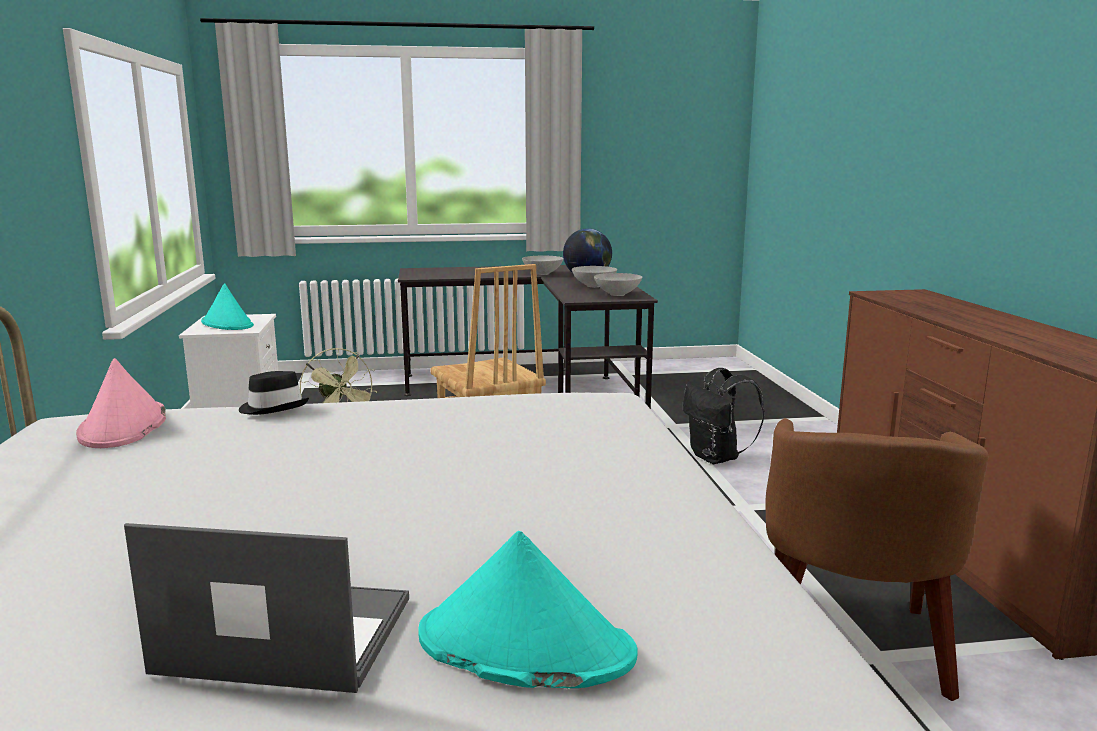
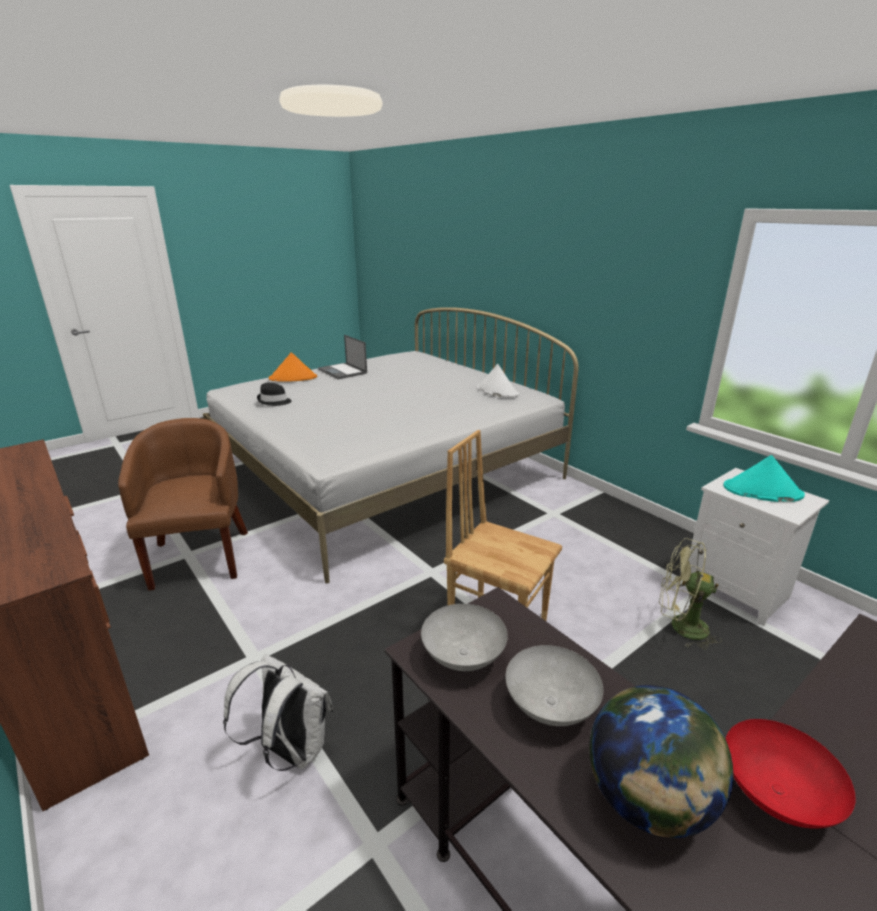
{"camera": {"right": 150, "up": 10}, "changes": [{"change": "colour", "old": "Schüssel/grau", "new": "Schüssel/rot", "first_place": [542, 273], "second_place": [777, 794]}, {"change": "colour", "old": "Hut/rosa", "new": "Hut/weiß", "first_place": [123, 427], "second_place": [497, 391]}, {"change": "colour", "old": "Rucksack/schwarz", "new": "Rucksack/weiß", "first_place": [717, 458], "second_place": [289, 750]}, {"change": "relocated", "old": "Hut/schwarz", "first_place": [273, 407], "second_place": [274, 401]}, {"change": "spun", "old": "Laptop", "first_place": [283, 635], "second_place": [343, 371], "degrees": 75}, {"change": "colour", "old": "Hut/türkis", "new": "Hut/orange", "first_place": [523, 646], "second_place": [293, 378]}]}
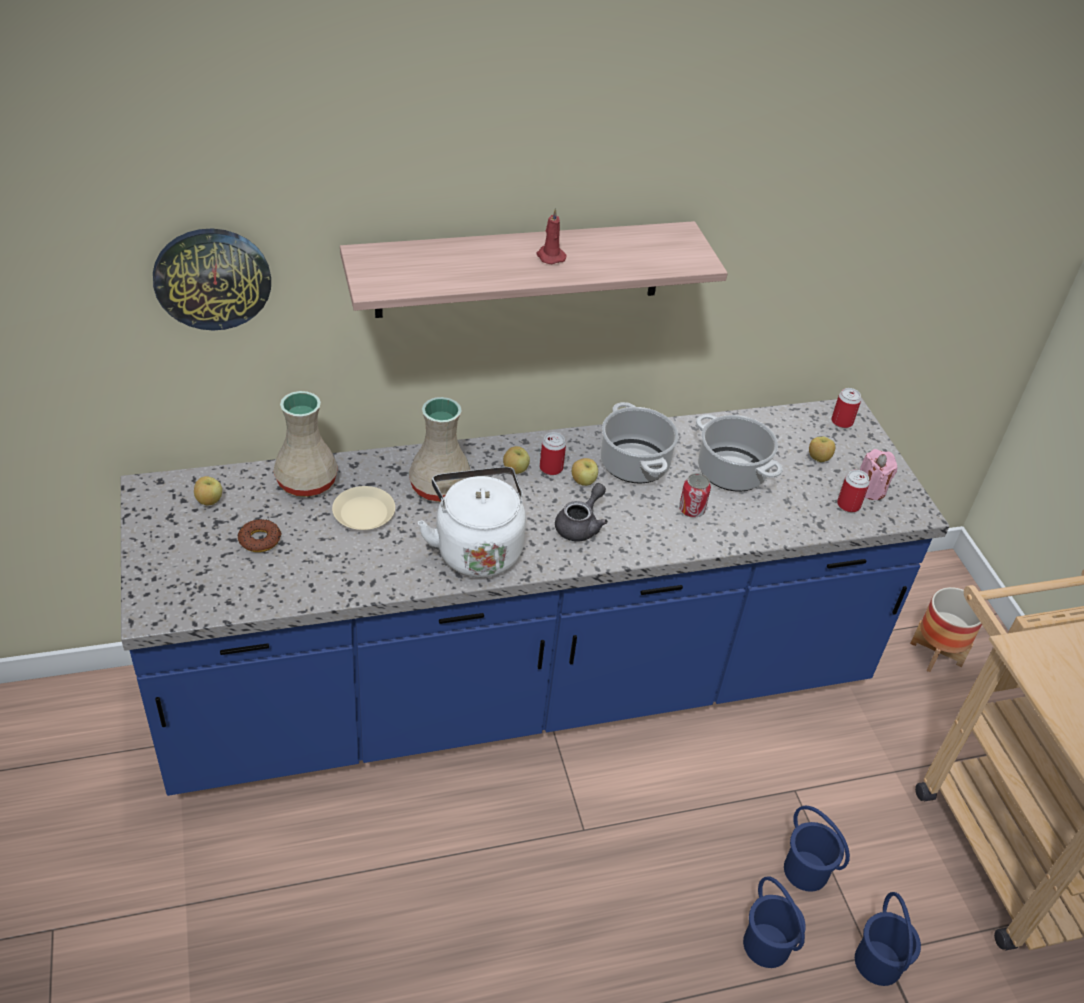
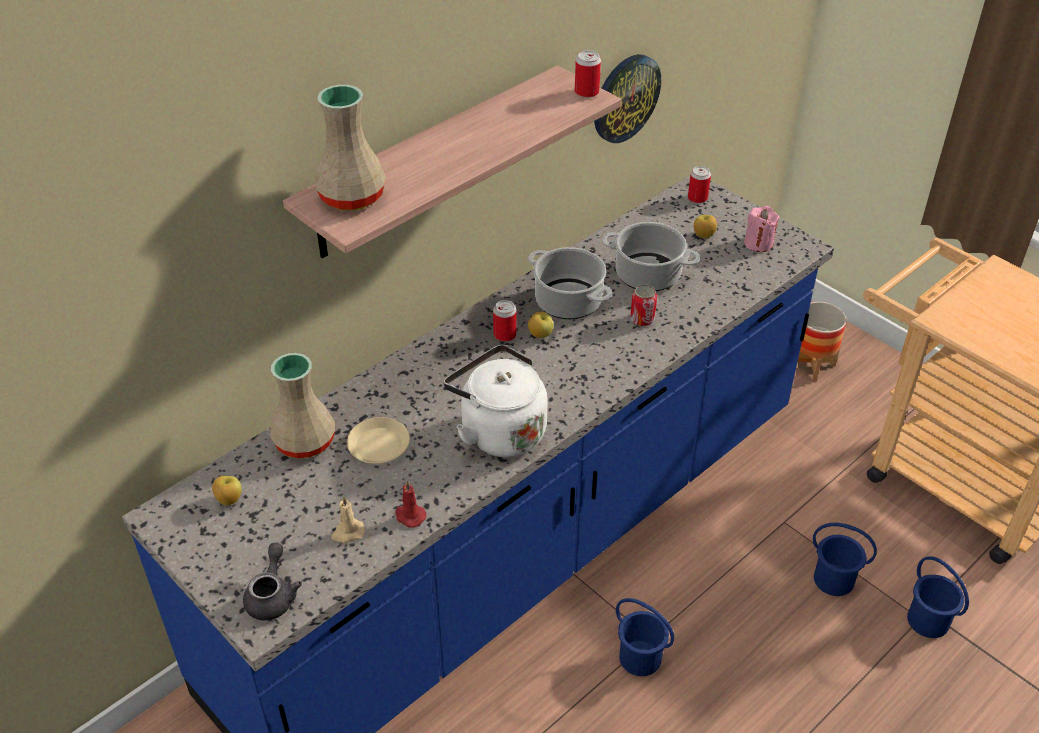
{"camera": {"right": -25, "up": 0}, "changes": [{"change": "relocated", "old": "Kerze/rot", "first_place": [550, 256], "second_place": [409, 516]}, {"change": "relocated", "old": "Wanduhr", "first_place": [212, 278], "second_place": [625, 98]}, {"change": "relocated", "old": "Vase/beige", "first_place": [441, 487], "second_place": [353, 196]}, {"change": "missing", "old": "Apfel", "first_place": [515, 470]}, {"change": "relocated", "old": "Dose", "first_place": [848, 505], "second_place": [586, 92]}, {"change": "relocated", "old": "Teekanne/grau", "first_place": [581, 525], "second_place": [273, 595]}, {"change": "missing", "old": "Donut", "first_place": [260, 539]}, {"change": "relocated", "old": "Eimer/blau", "first_place": [766, 945], "second_place": [640, 658]}, {"change": "appeared", "new": "Kerze/beige", "second_place": [348, 532]}]}
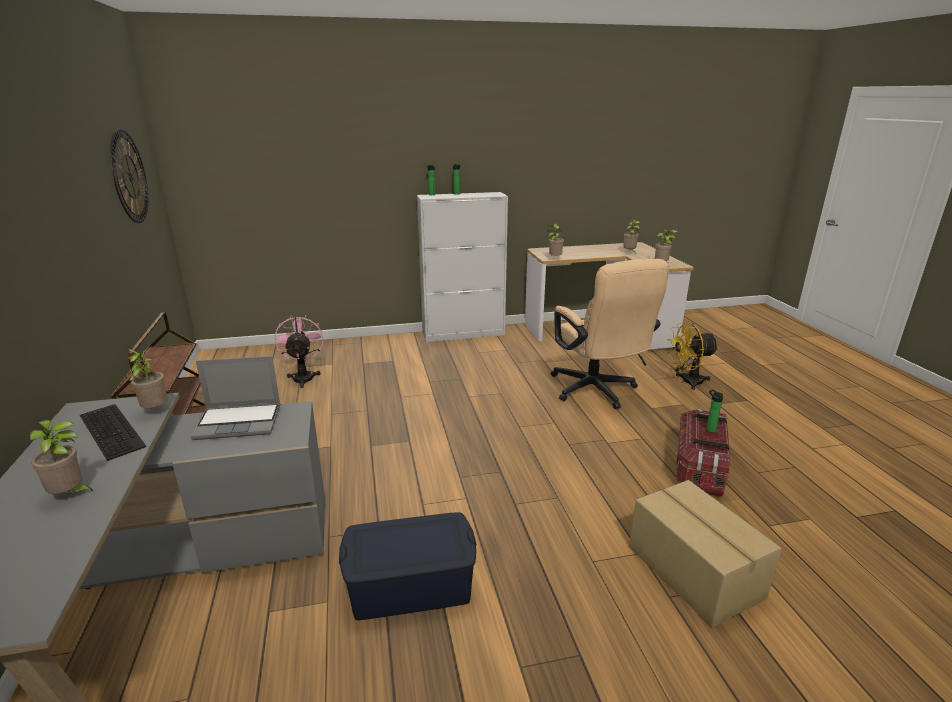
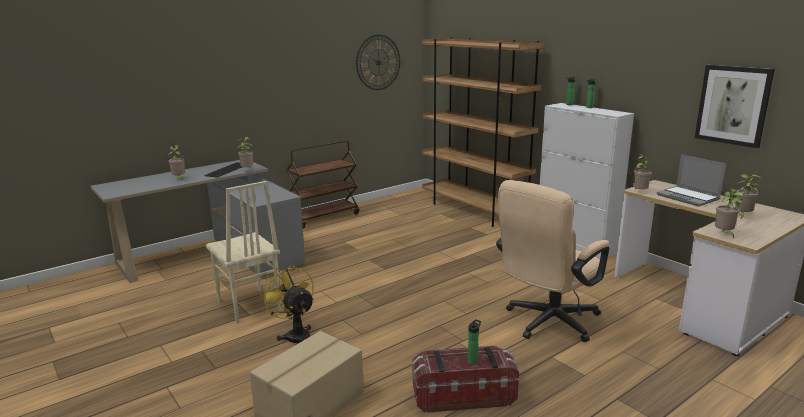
{"camera": {"right": 65, "up": -5}, "changes": [{"change": "missing", "old": "Ventilator/rosa", "first_place": [303, 376]}, {"change": "relocated", "old": "Ventilator/gelb", "first_place": [687, 382], "second_place": [295, 335]}, {"change": "relocated", "old": "Laptop", "first_place": [240, 422], "second_place": [689, 197]}, {"change": "exchanged", "old": "Aufbewahrungsbox/blau", "new": "Stuhl/beige", "first_place": [411, 586], "second_place": [248, 306]}, {"change": "appeared", "new": "Bücherregal/braun", "second_place": [474, 211]}, {"change": "appeared", "new": "Bild", "second_place": [733, 105]}]}
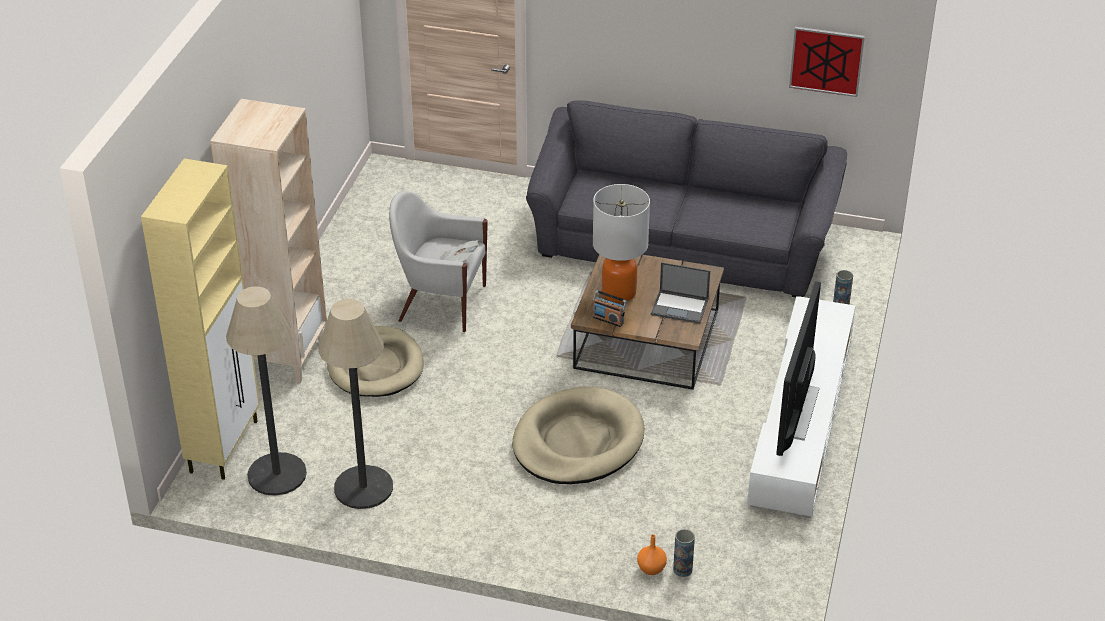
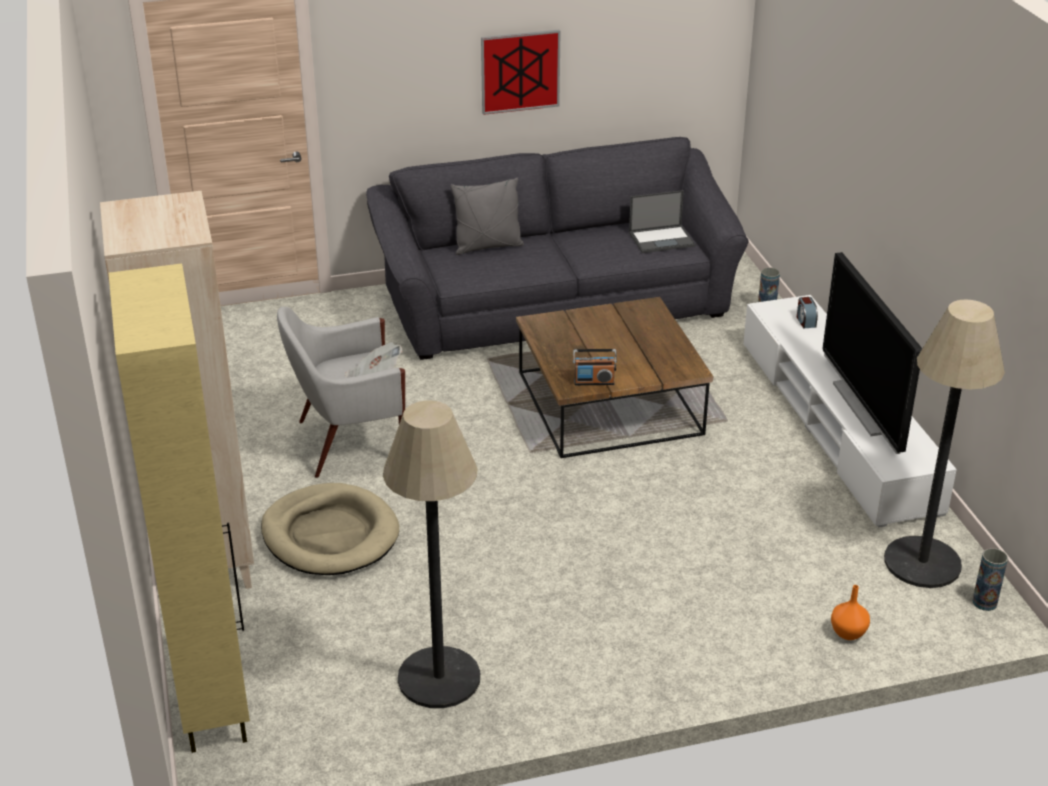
{"camera": {"right": -30, "up": -5}, "changes": [{"change": "relocated", "old": "Bild", "first_place": [826, 61], "second_place": [520, 71]}, {"change": "missing", "old": "Tischlampe", "first_place": [619, 293]}, {"change": "relocated", "old": "Laptop", "first_place": [680, 307], "second_place": [662, 239]}, {"change": "relocated", "old": "Stehlampe", "first_place": [277, 474], "second_place": [922, 563]}, {"change": "missing", "old": "Hundebett/beige", "first_place": [578, 441]}, {"change": "relocated", "old": "Vase", "first_place": [682, 569], "second_place": [984, 602]}, {"change": "appeared", "new": "Kissen/grau", "second_place": [487, 246]}, {"change": "appeared", "new": "Wecker", "second_place": [805, 321]}]}
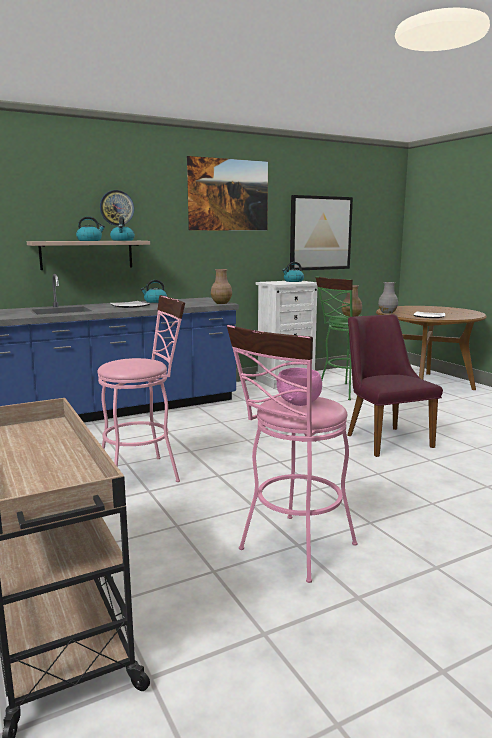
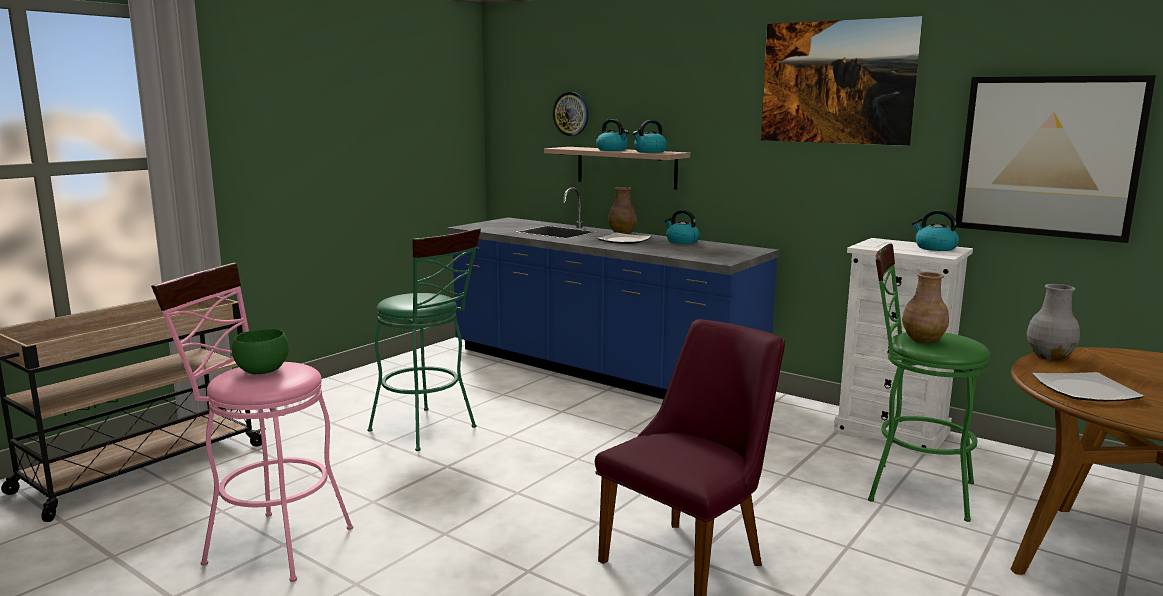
{"camera": {"right": 65, "up": 0}, "changes": [{"change": "relocated", "old": "Wanduhr", "first_place": [116, 208], "second_place": [571, 114]}, {"change": "relocated", "old": "Vase/braun", "first_place": [221, 303], "second_place": [622, 232]}, {"change": "colour", "old": "Hocker/rosa", "new": "Hocker/grün", "first_place": [145, 473], "second_place": [428, 431]}, {"change": "colour", "old": "Schüssel/rosa", "new": "Schüssel/grün", "first_place": [299, 403], "second_place": [263, 371]}]}
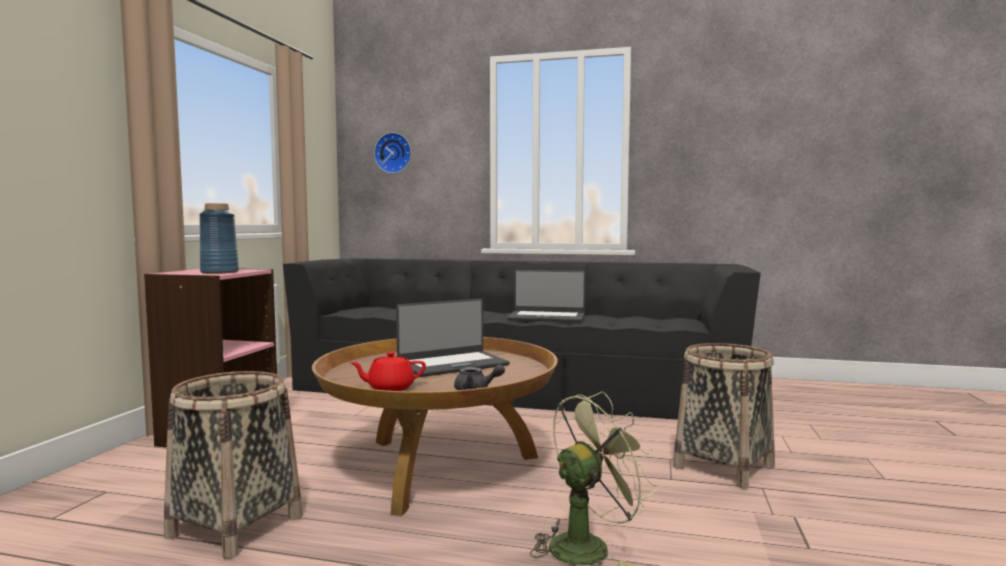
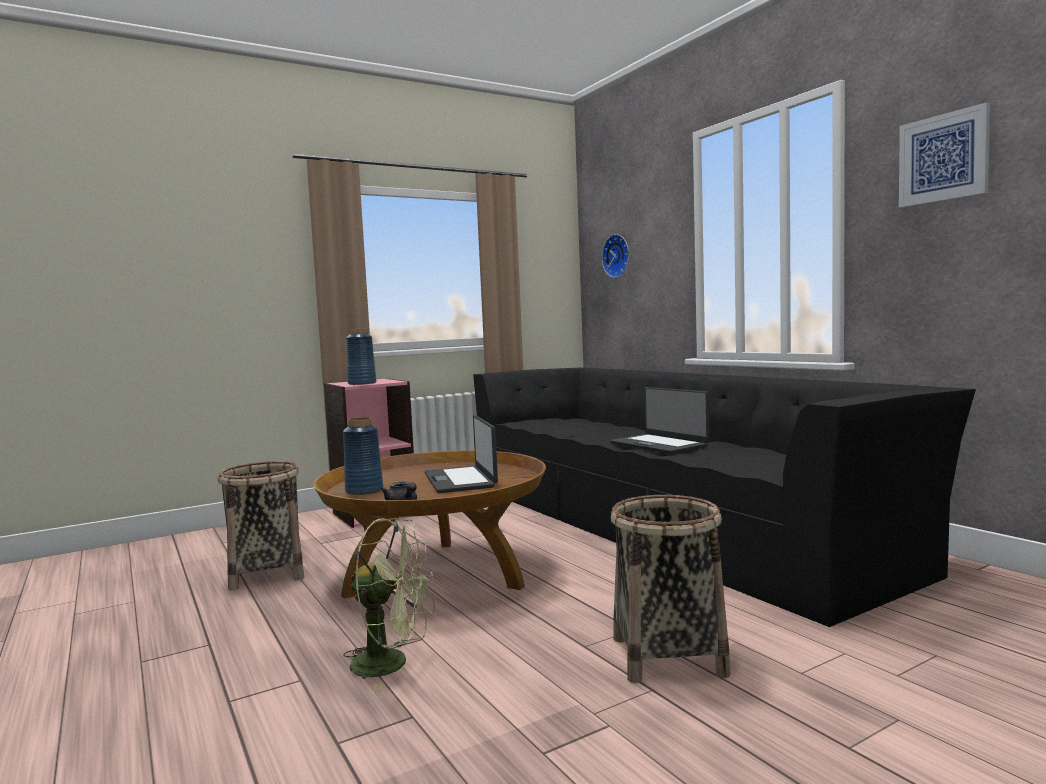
{"camera": {"right": 45, "up": 0}, "changes": [{"change": "spun", "old": "Laptop", "first_place": [452, 364], "second_place": [461, 480], "degrees": 60}, {"change": "exchanged", "old": "Teekanne/rot", "new": "Vase/blau", "first_place": [389, 388], "second_place": [364, 490]}, {"change": "appeared", "new": "Bild", "second_place": [943, 158]}]}
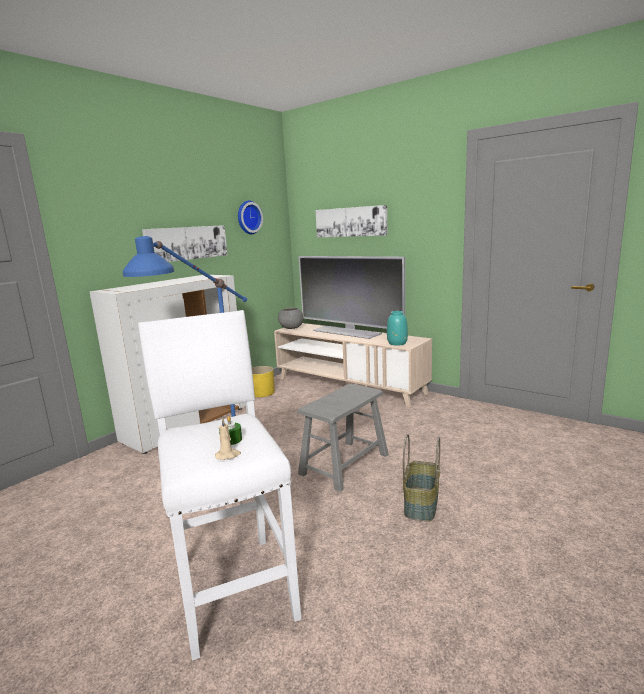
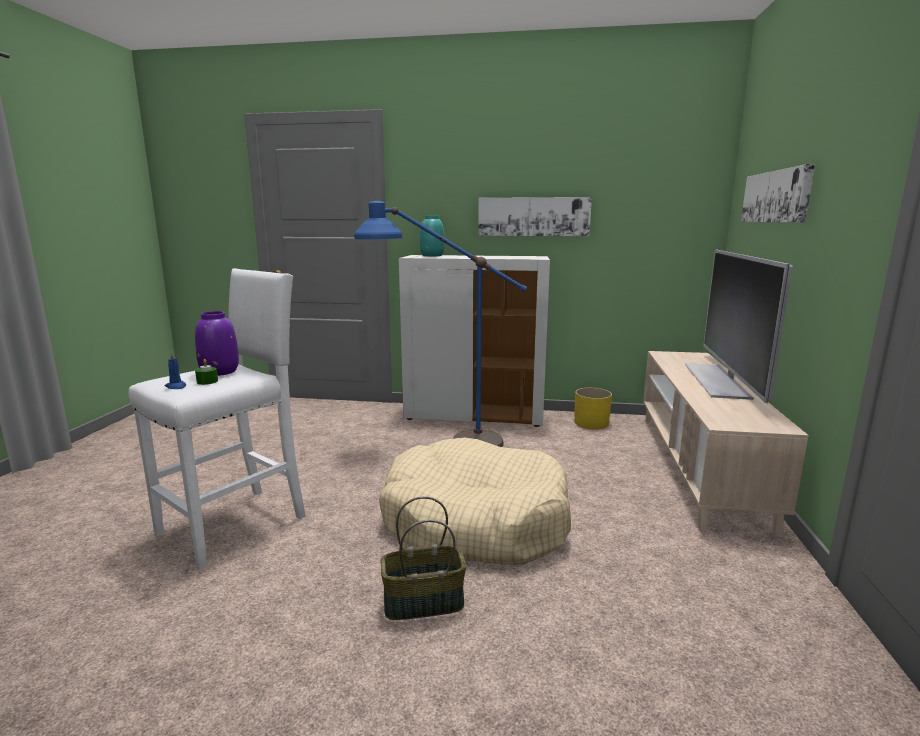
{"camera": {"right": 60, "up": 0}, "changes": [{"change": "missing", "old": "Wanduhr", "first_place": [248, 217]}, {"change": "missing", "old": "Schüssel/grau", "first_place": [291, 328]}, {"change": "relocated", "old": "Vase/türkis", "first_place": [397, 343], "second_place": [432, 255]}, {"change": "exchanged", "old": "Hocker/grau", "new": "Hundebett/beige", "first_place": [344, 464], "second_place": [475, 521]}, {"change": "colour", "old": "Kerze/beige", "new": "Kerze/blau", "first_place": [228, 455], "second_place": [176, 386]}, {"change": "appeared", "new": "Vase/lila", "second_place": [220, 371]}]}
